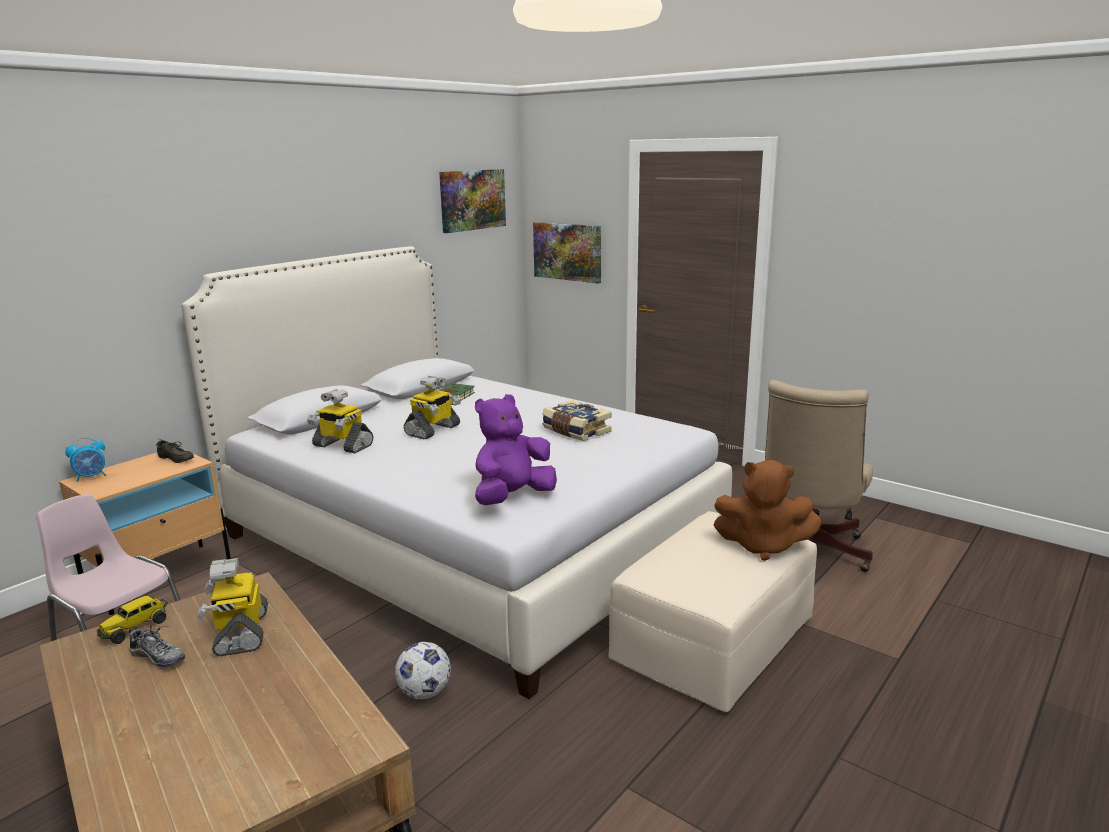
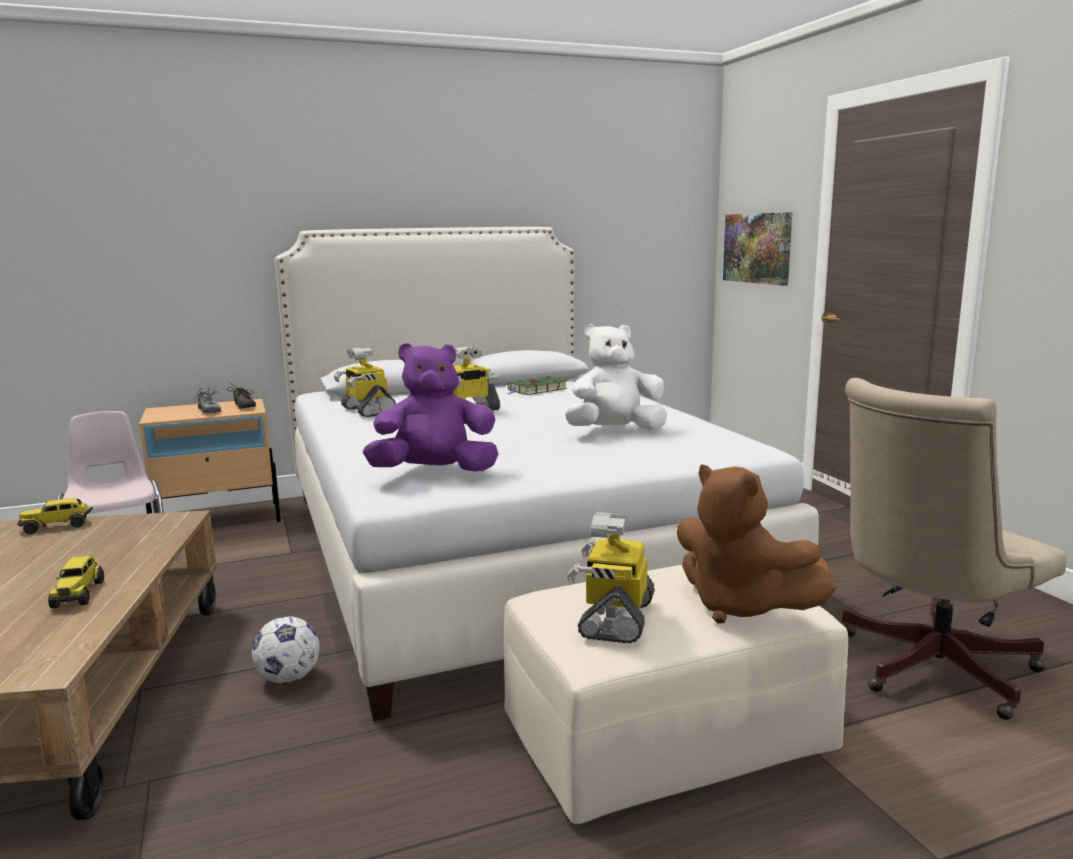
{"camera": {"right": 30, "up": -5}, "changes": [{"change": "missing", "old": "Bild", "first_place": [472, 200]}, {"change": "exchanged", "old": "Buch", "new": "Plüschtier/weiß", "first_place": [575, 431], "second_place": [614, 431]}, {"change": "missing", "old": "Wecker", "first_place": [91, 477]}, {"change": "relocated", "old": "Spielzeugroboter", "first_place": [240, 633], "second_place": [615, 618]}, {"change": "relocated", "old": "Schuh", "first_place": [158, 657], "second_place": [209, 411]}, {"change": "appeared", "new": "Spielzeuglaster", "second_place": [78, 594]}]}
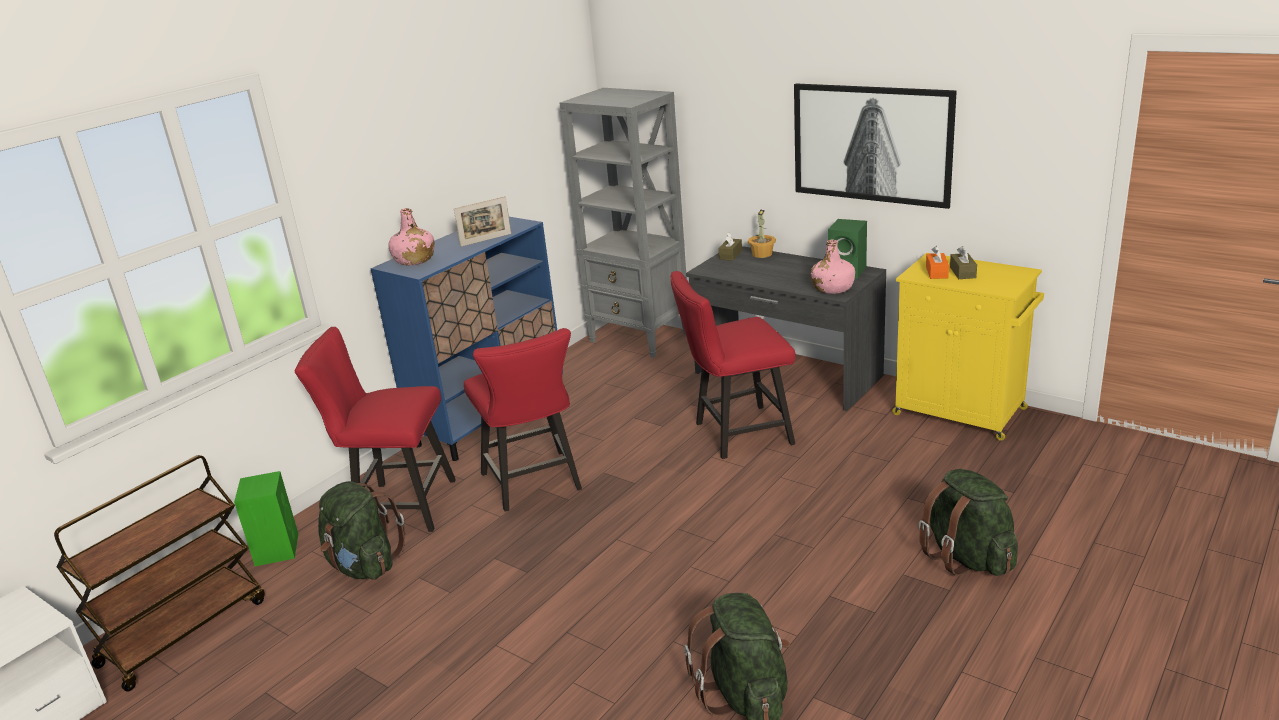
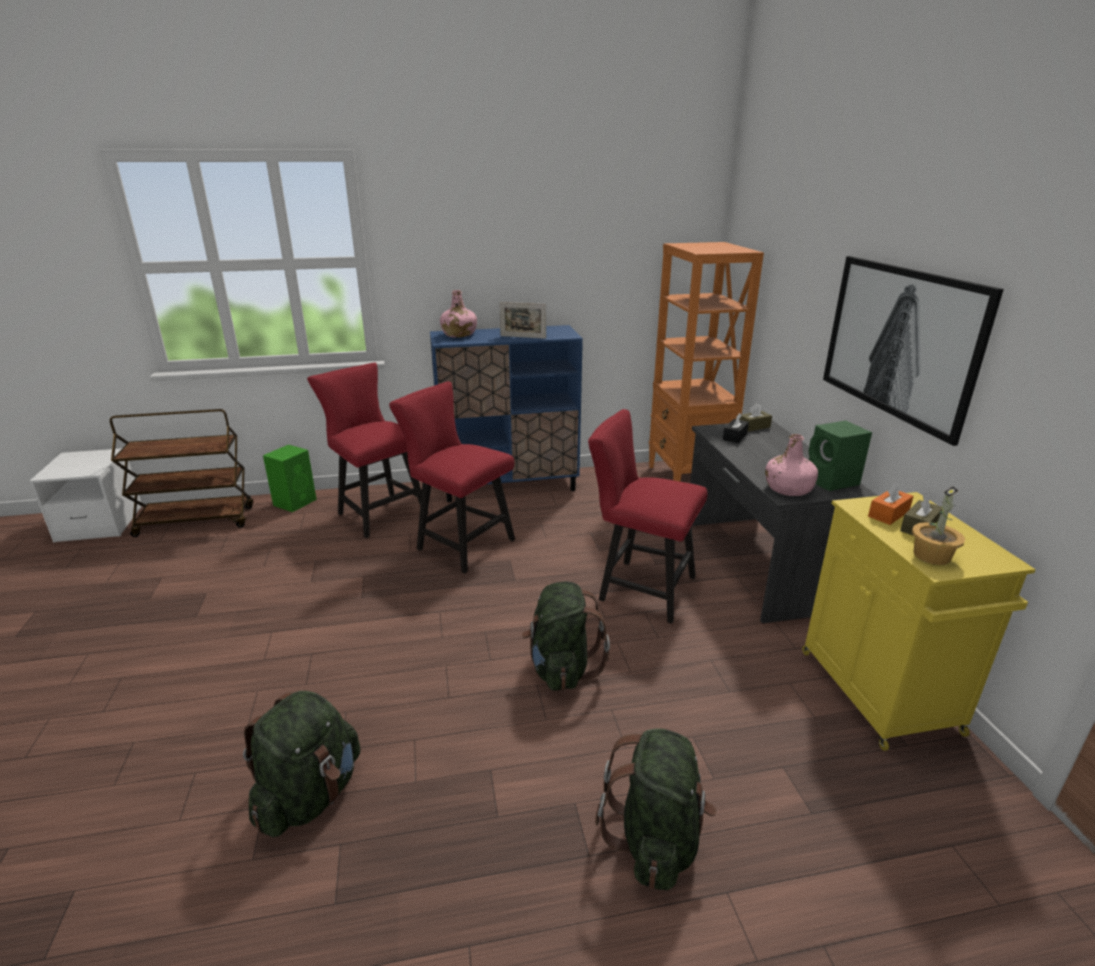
{"camera": {"right": 40, "up": 0}, "changes": [{"change": "colour", "old": "Bücherregal/grau", "new": "Bücherregal/orange", "first_place": [640, 338], "second_place": [687, 479]}, {"change": "relocated", "old": "Topfpflanze", "first_place": [762, 254], "second_place": [932, 556]}, {"change": "spun", "old": "Stuhl/rot", "first_place": [535, 485], "second_place": [459, 543], "degrees": 105}, {"change": "relocated", "old": "Rucksack/grün", "first_place": [364, 566], "second_place": [561, 668]}, {"change": "appeared", "new": "Taschentuchbox/schwarz", "second_place": [735, 436]}]}
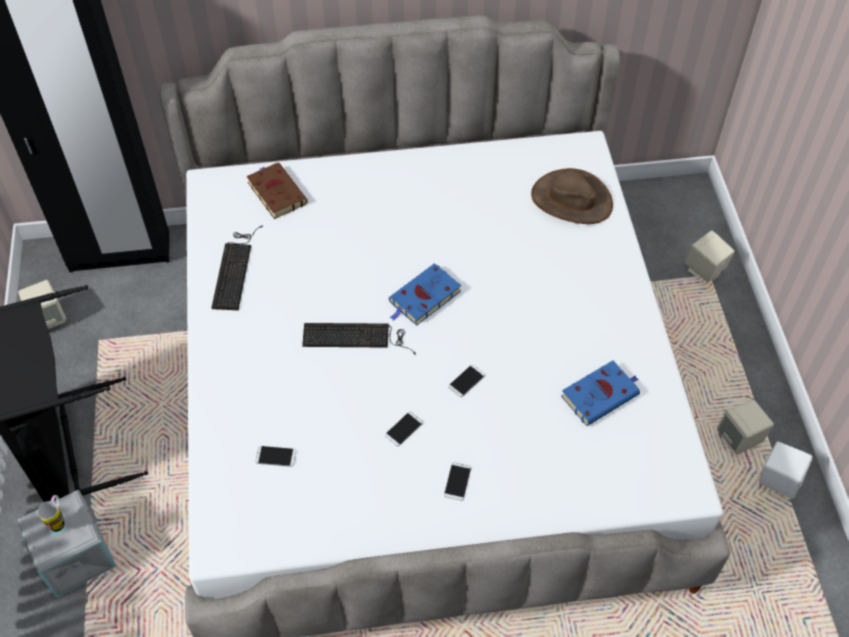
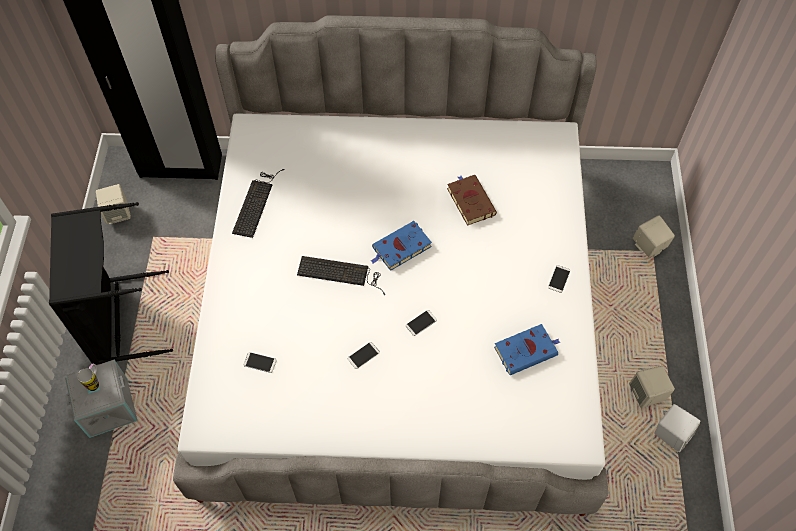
{"camera": {"right": 10, "up": 5}, "changes": [{"change": "relocated", "old": "Buch/braun", "first_place": [276, 192], "second_place": [470, 200]}, {"change": "missing", "old": "Hut/braun", "first_place": [571, 200]}, {"change": "relocated", "old": "Handy", "first_place": [457, 481], "second_place": [559, 279]}]}
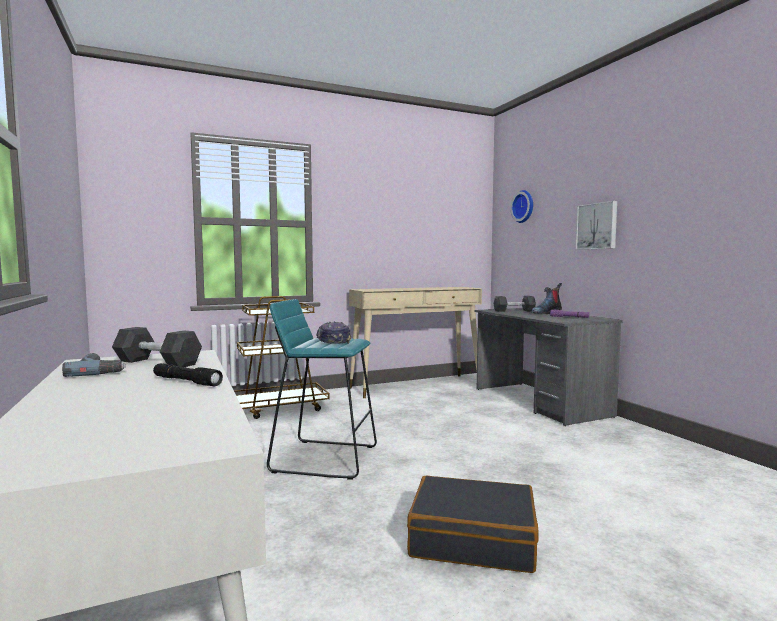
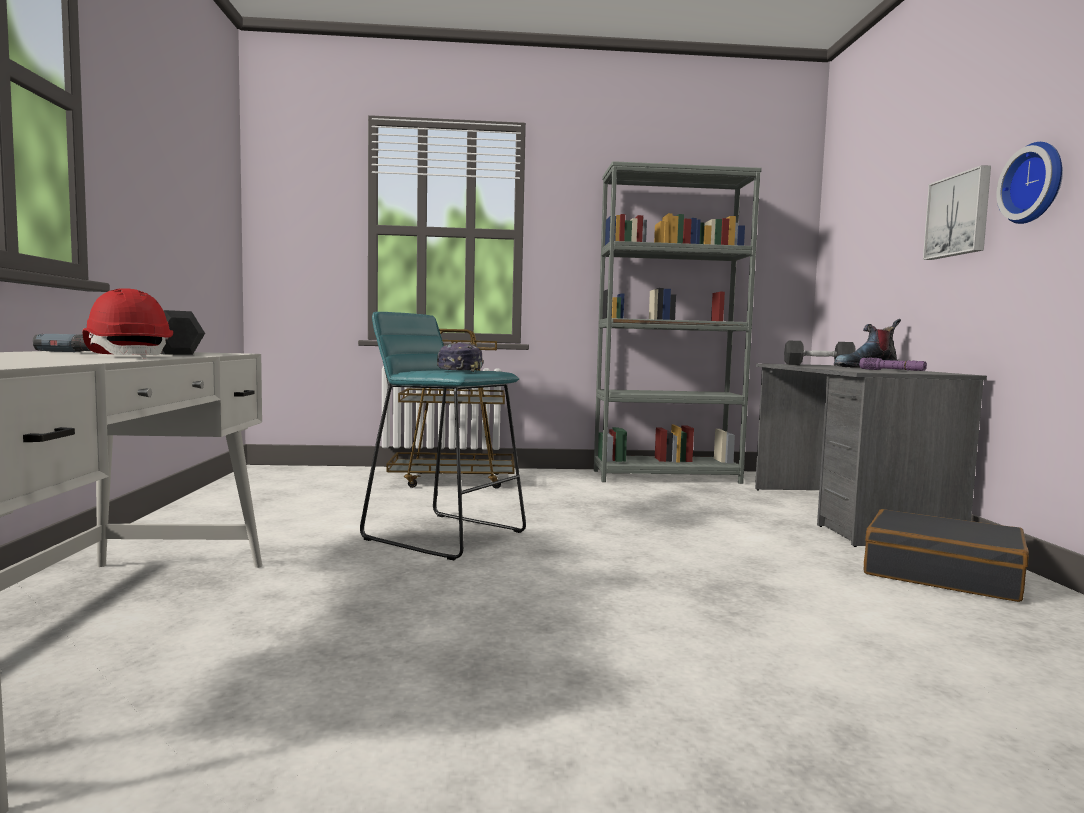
{"camera": {"right": 20, "up": 0}, "changes": [{"change": "relocated", "old": "Wanduhr", "first_place": [524, 206], "second_place": [1036, 183]}, {"change": "exchanged", "old": "Konsolentisch/beige", "new": "Bücherregal/grau", "first_place": [416, 386], "second_place": [666, 477]}, {"change": "exchanged", "old": "Taschenlampe/schwarz", "new": "Schutzhelm/rot", "first_place": [186, 382], "second_place": [129, 356]}, {"change": "relocated", "old": "Koffer/schwarz", "first_place": [473, 539], "second_place": [941, 574]}]}
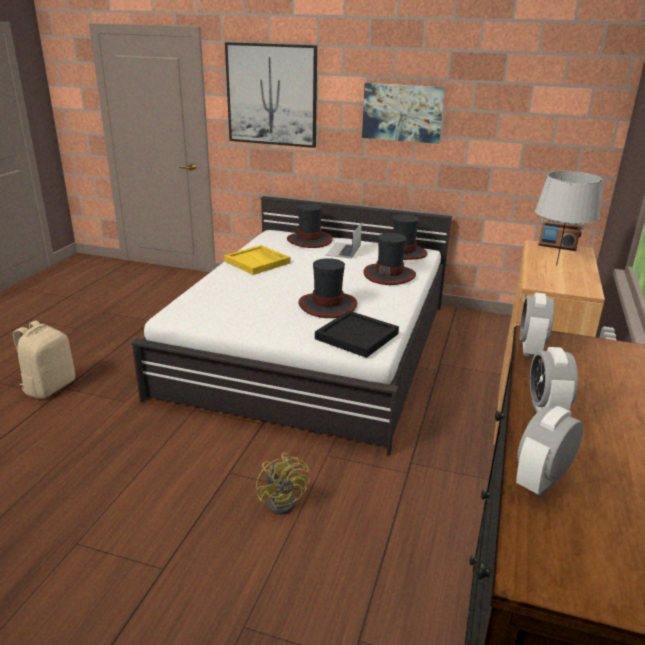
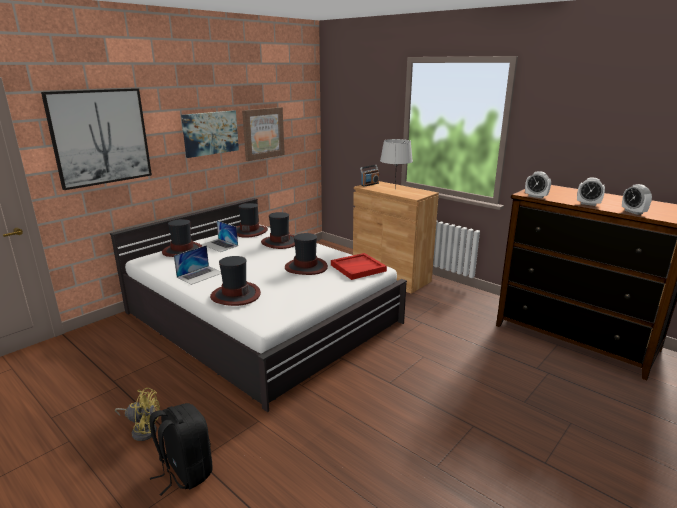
{"camera": {"right": -65, "up": -5}, "changes": [{"change": "exchanged", "old": "Tablett/gelb", "new": "Laptop", "first_place": [258, 262], "second_place": [200, 275]}, {"change": "colour", "old": "Tablett/schwarz", "new": "Tablett/rot", "first_place": [357, 336], "second_place": [358, 268]}, {"change": "colour", "old": "Rucksack/beige", "new": "Rucksack/schwarz", "first_place": [49, 387], "second_place": [185, 472]}, {"change": "relocated", "old": "Ventilator/gelb", "first_place": [285, 500], "second_place": [142, 430]}, {"change": "appeared", "new": "Bild", "second_place": [263, 133]}, {"change": "appeared", "new": "Hut", "second_place": [235, 295]}]}
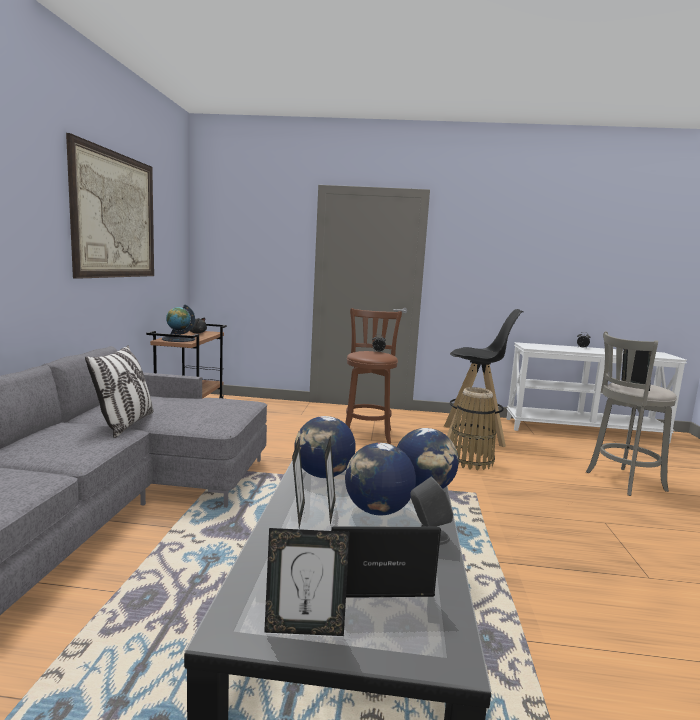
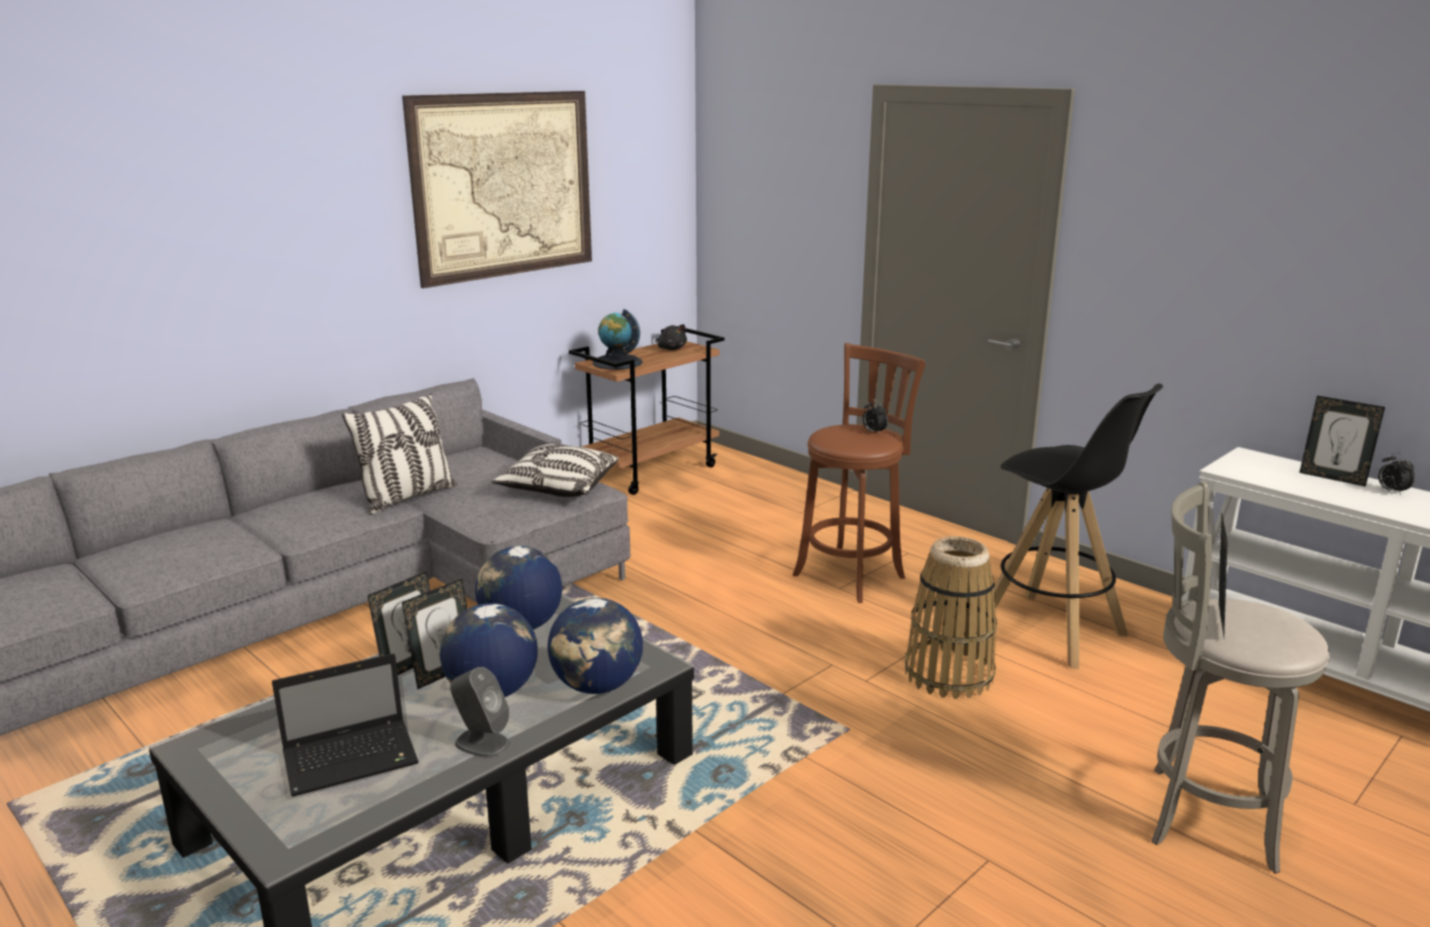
{"camera": {"right": 40, "up": 10}, "changes": [{"change": "spun", "old": "Laptop", "first_place": [373, 579], "second_place": [353, 758], "degrees": 120}, {"change": "relocated", "old": "Bilderrahmen", "first_place": [304, 629], "second_place": [1332, 478]}, {"change": "appeared", "new": "Kissen", "second_place": [558, 488]}]}
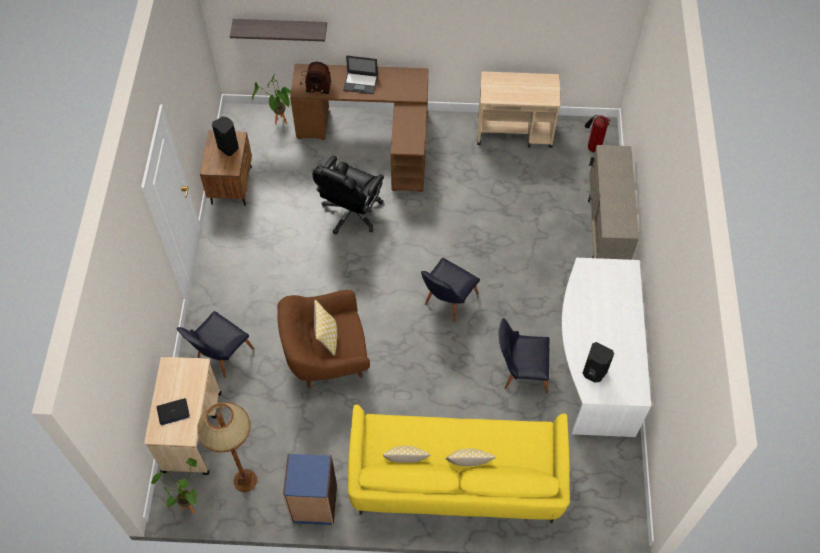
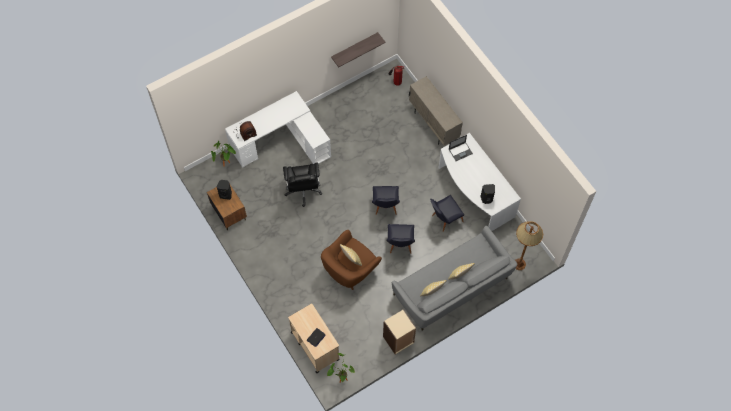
{"camera": {"right": -35, "up": 5}, "changes": [{"change": "relocated", "old": "Wandregal", "first_place": [281, 28], "second_place": [354, 48]}, {"change": "relocated", "old": "Laptop", "first_place": [361, 83], "second_place": [460, 151]}, {"change": "colour", "old": "Schreibtisch/braun", "new": "Schreibtisch/weiß", "first_place": [375, 137], "second_place": [282, 142]}, {"change": "missing", "old": "Rollwagen/beige", "first_place": [515, 132]}, {"change": "relocated", "old": "Stuhl/schwarz", "first_place": [220, 356], "second_place": [400, 245]}, {"change": "relocated", "old": "Stehlampe/braun", "first_place": [245, 480], "second_place": [519, 264]}, {"change": "colour", "old": "Sofa/gelb", "new": "Sofa/grau", "first_place": [456, 480], "second_place": [452, 287]}, {"change": "colour", "old": "Bücherregal/blau", "new": "Bücherregal/beige", "first_place": [314, 505], "second_place": [398, 340]}]}
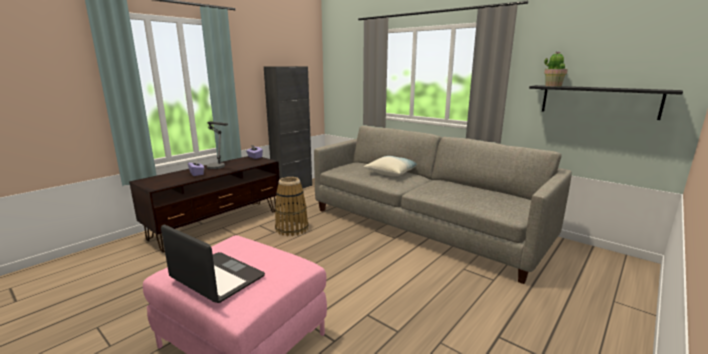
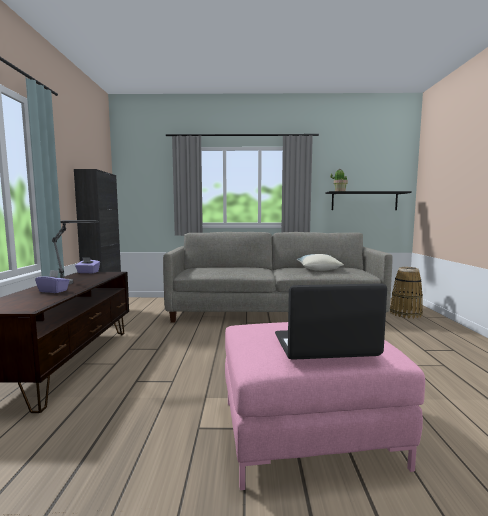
{"camera": {"right": -40, "up": -10}, "changes": [{"change": "relocated", "old": "Kissen", "first_place": [391, 173], "second_place": [318, 269]}, {"change": "relocated", "old": "Korb", "first_place": [292, 229], "second_place": [405, 314]}]}
